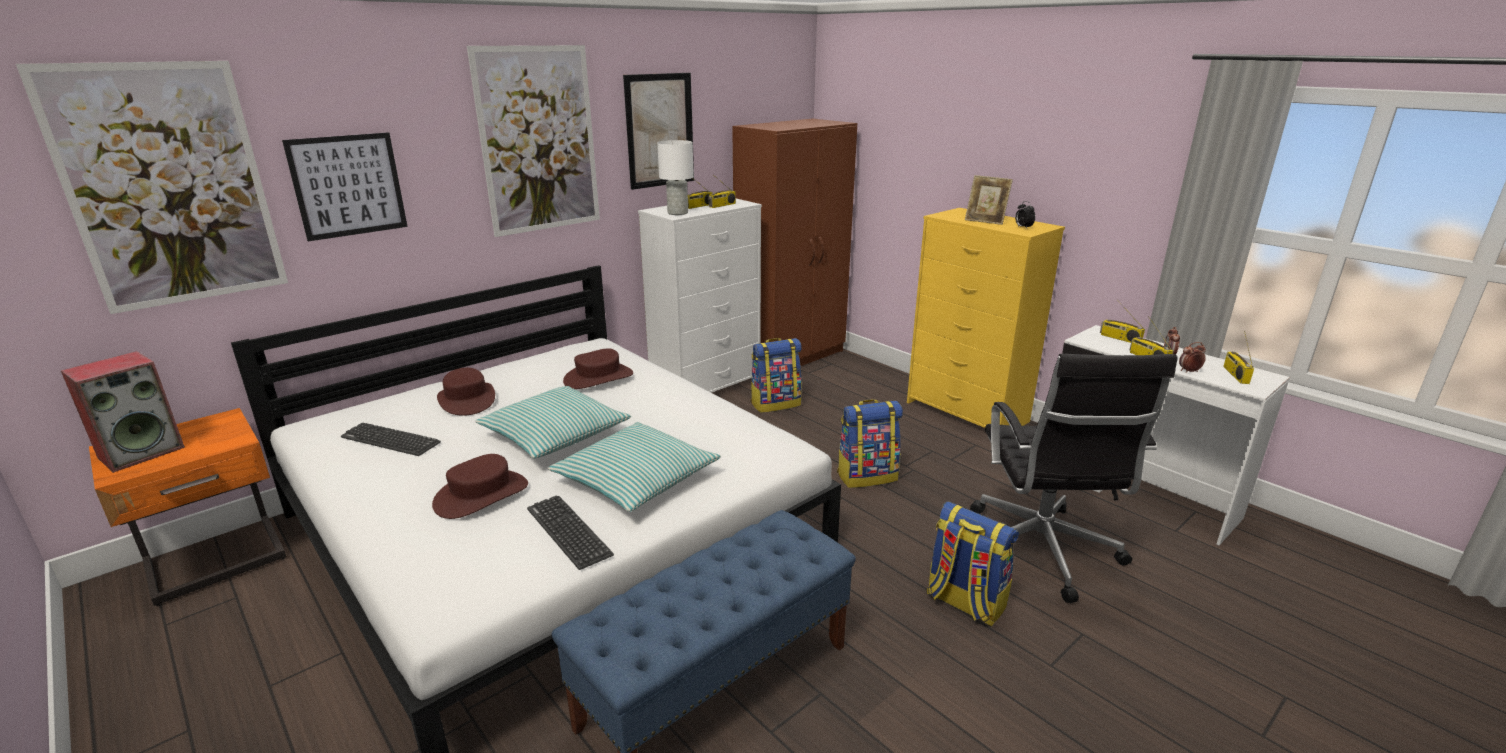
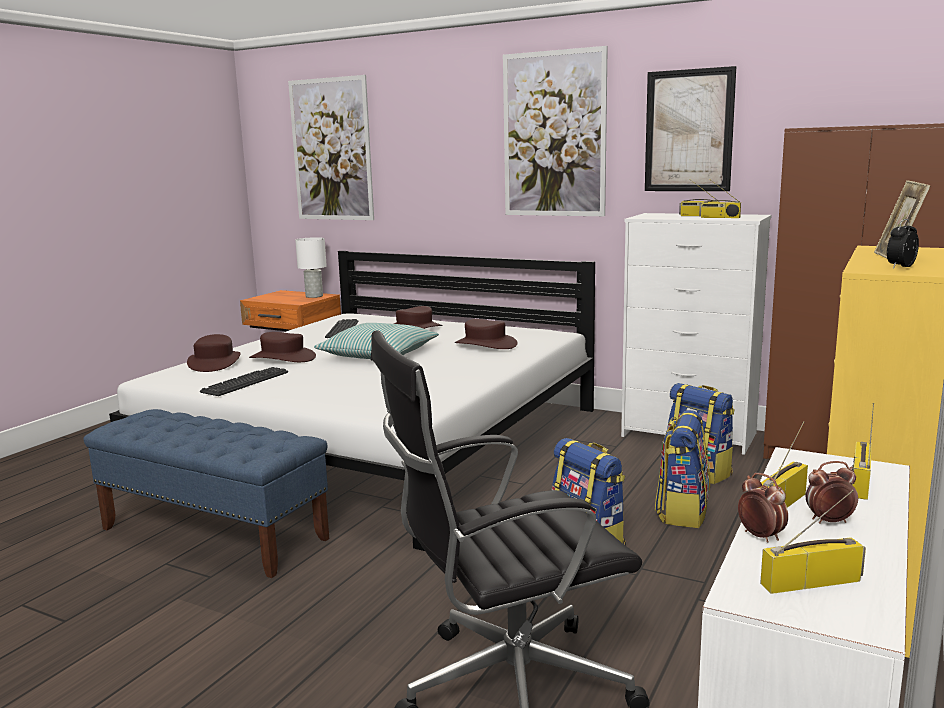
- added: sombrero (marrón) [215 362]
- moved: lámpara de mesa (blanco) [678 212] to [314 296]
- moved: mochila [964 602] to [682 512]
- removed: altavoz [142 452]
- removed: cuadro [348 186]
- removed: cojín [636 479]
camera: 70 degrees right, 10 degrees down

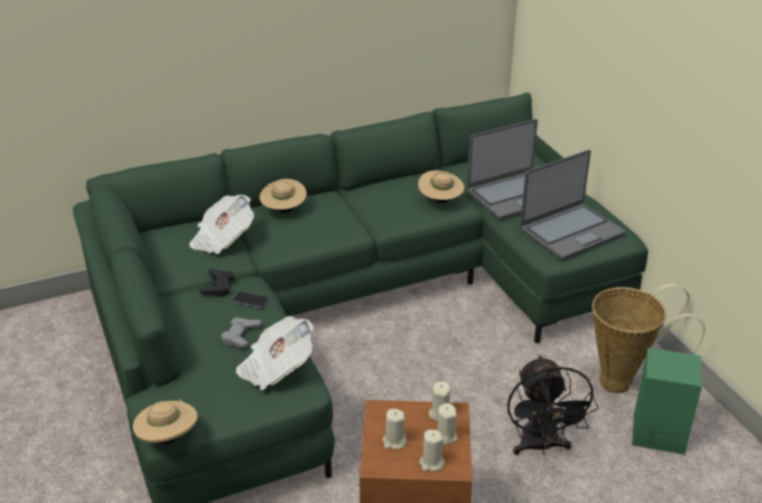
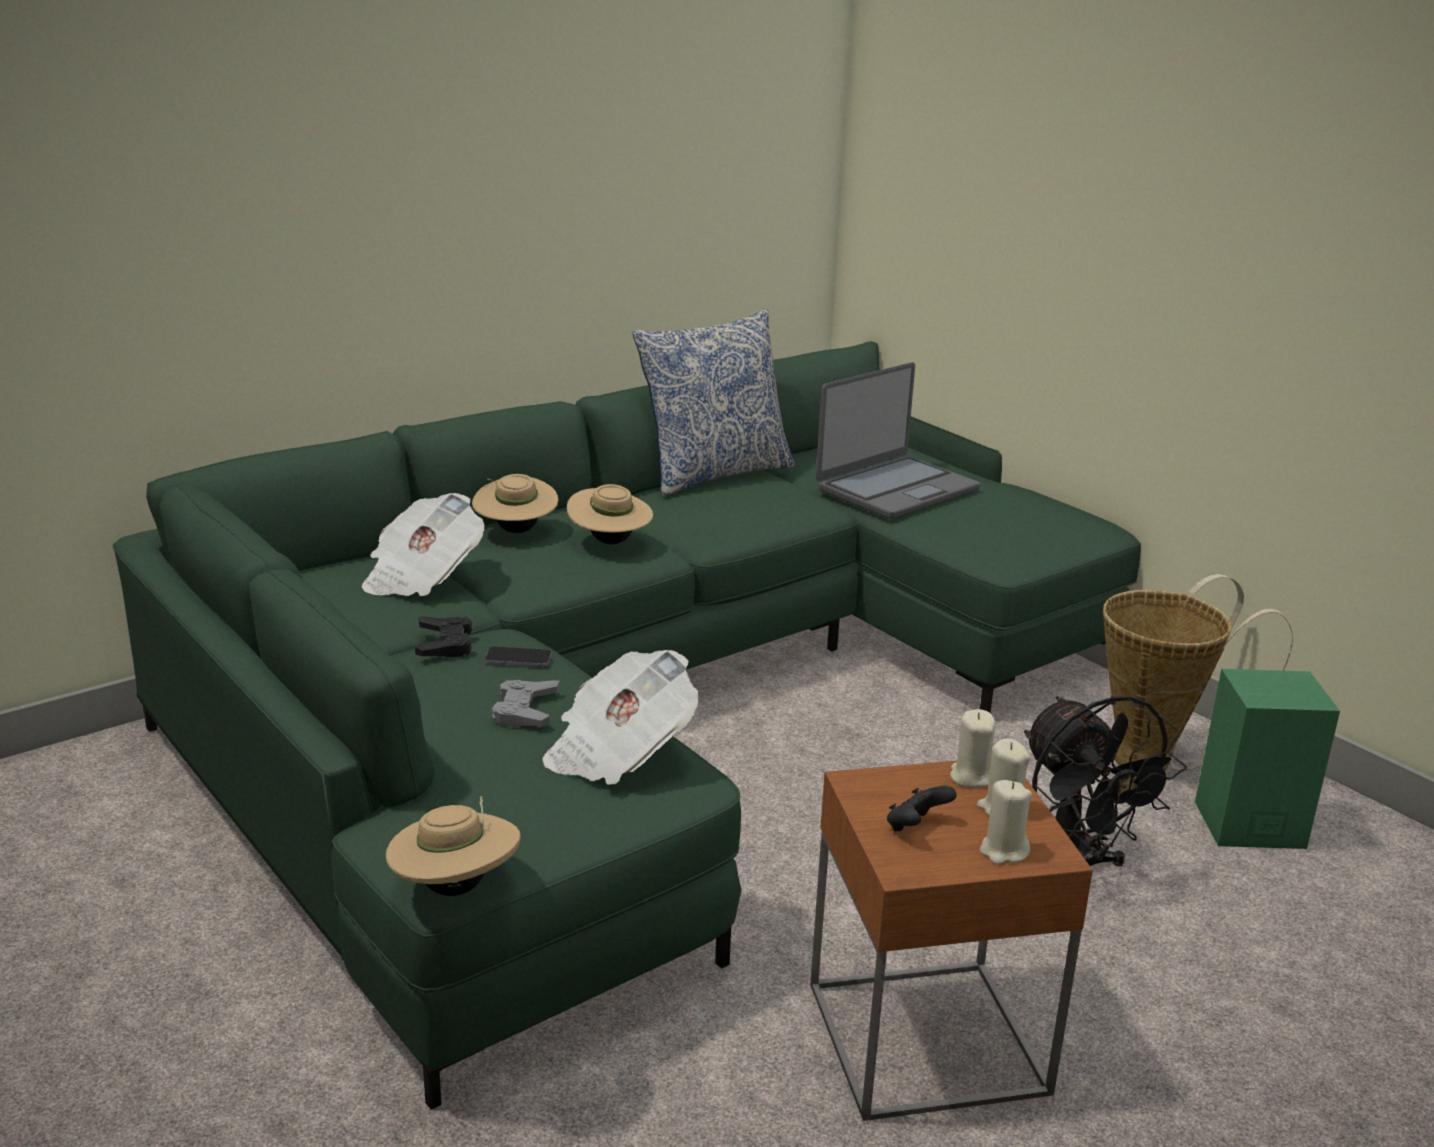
- moved: sombrero (beis) [440 201] to [610 542]
- added: cojín [713 473]
- replaced: vela (beis) [394 441] to mando de consola (negro) [916 827]
- removed: portátil [571 232]
camera: 15 degrees left, 10 degrees down

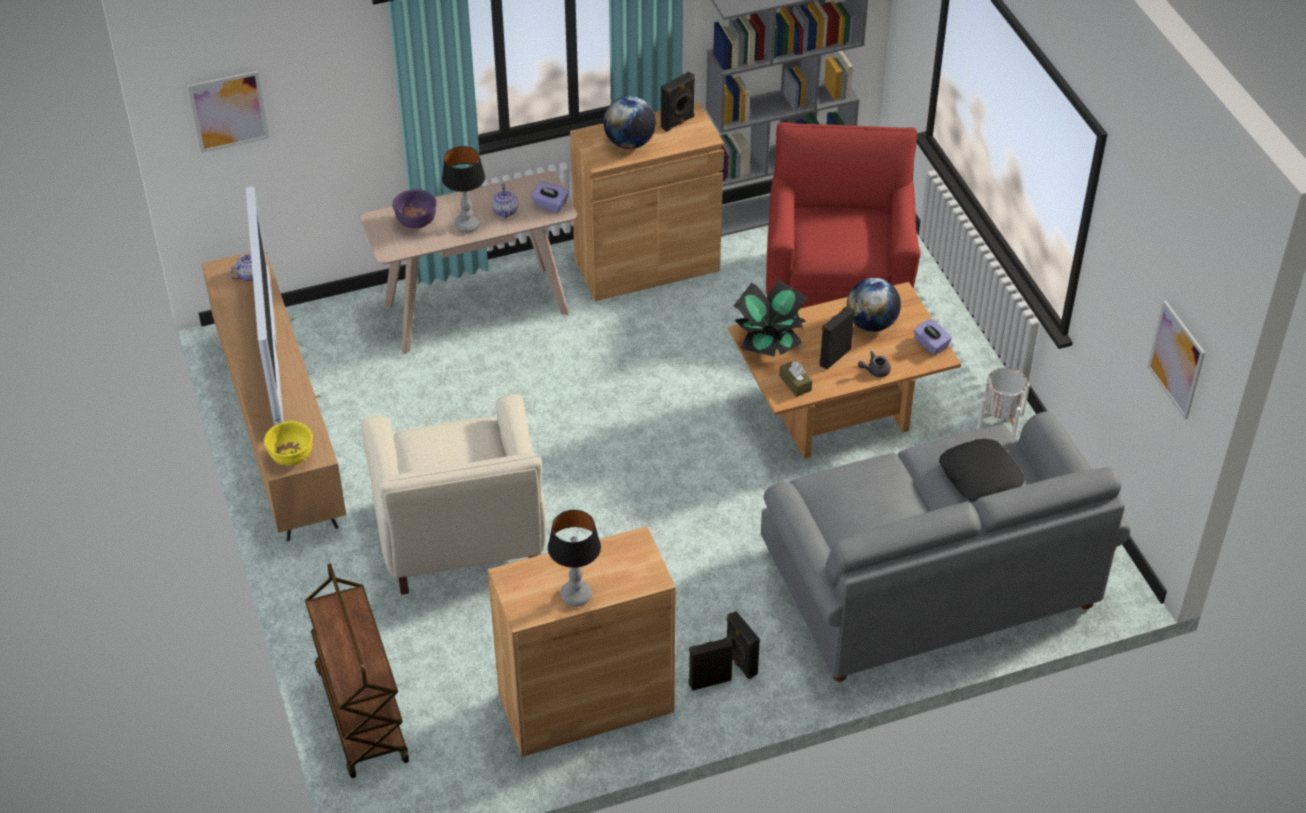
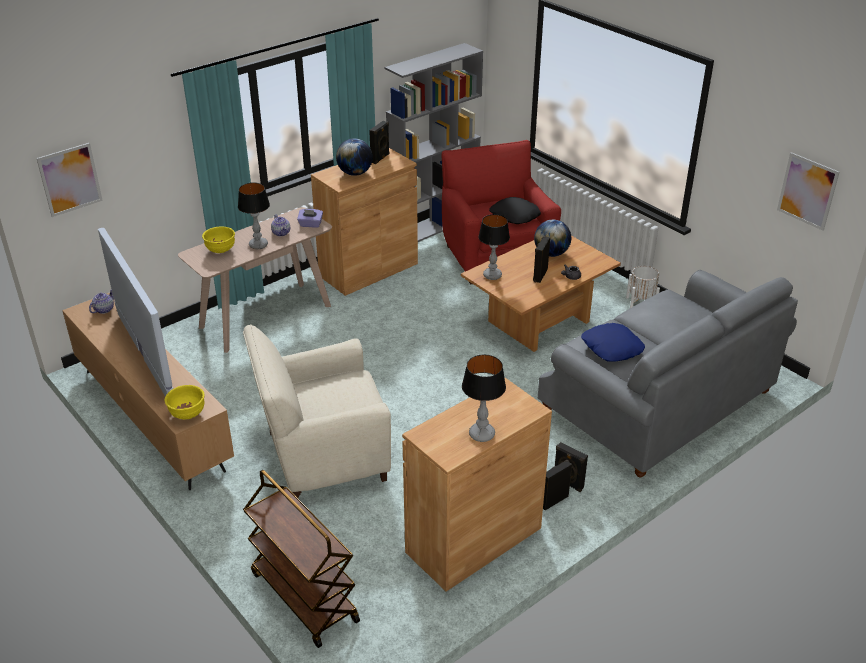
- recoloured: cuenco (morado) [417 222] to cuenco (amarillo) [221 250]
- turned: sillón (beis) [460 539] = [323 456] 105 degrees clockwise
- replaced: planta en maceta [769 341] to lámpara de mesa [492 275]
- moved: cojín (negro) [980 477] to [515 216]
- added: cojín (azul) [611 348]
- removed: caja de pañuelos (marrón) [795 383]
- removed: caja de pañuelos (morado) [930 345]
camera: 20 degrees left, 10 degrees down

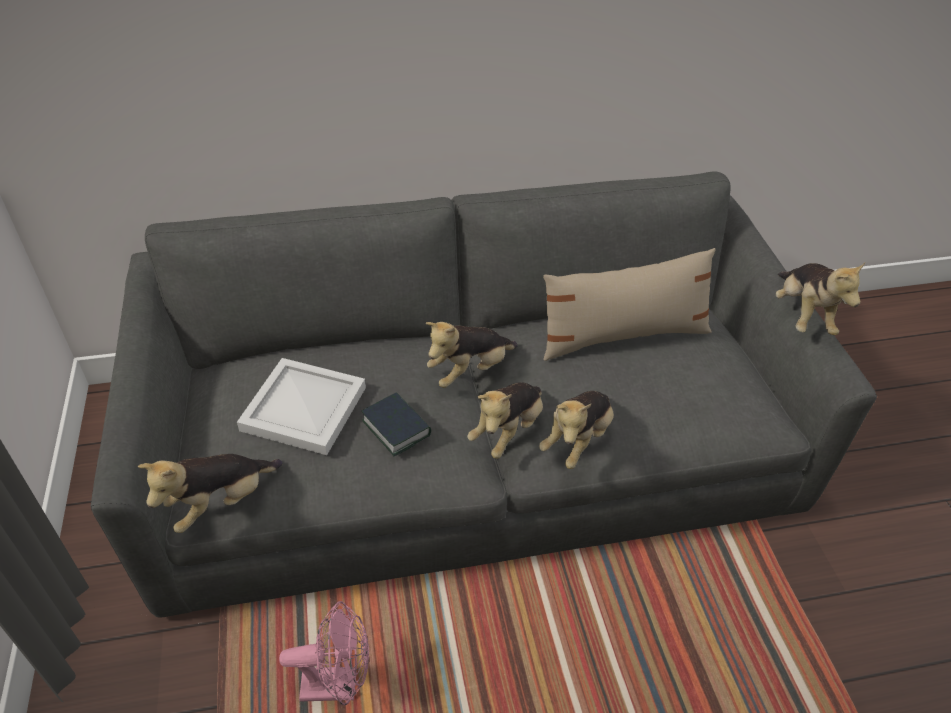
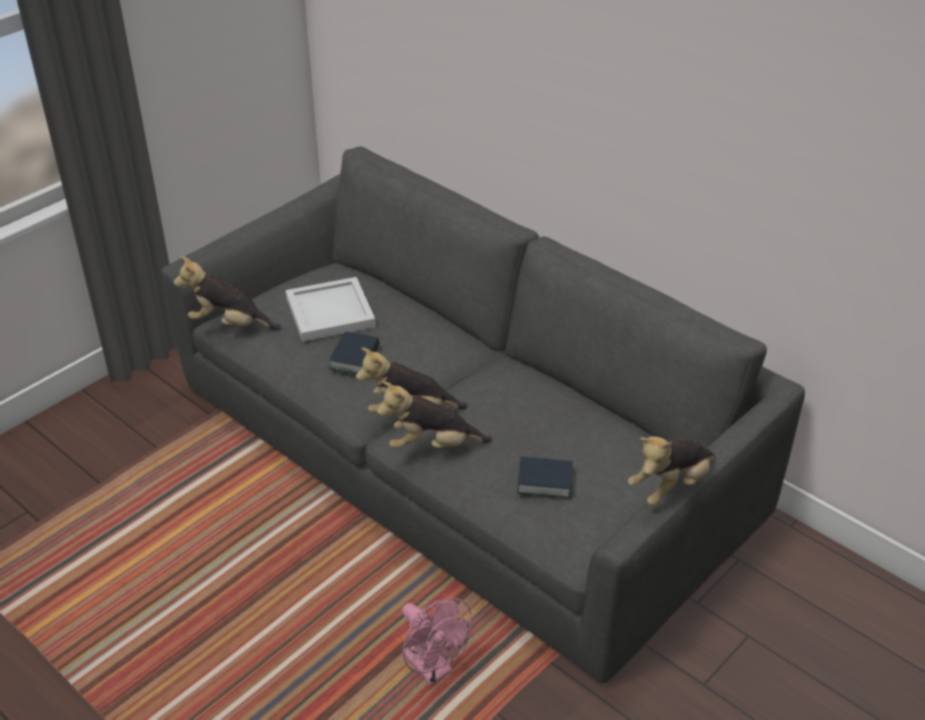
- moved: ventilador (rosa) [338 685] to [433 669]
- added: libro [544 481]
- removed: peluche [469 371]
- removed: cojín (beis) [623 336]
camera: 55 degrees right, 5 degrees down

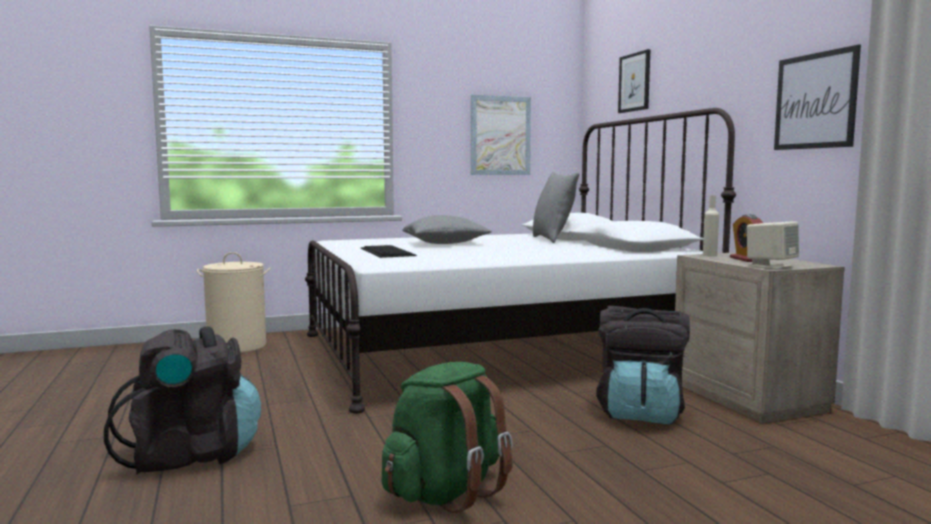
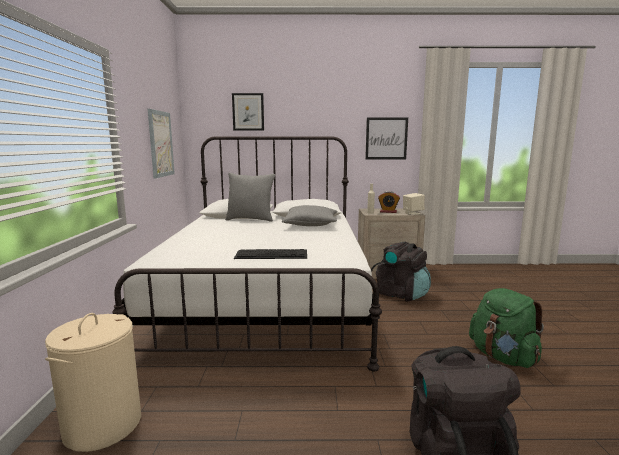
- moved: cojín (gris) [445 243] to [311 224]
camera: 70 degrees left, 5 degrees up

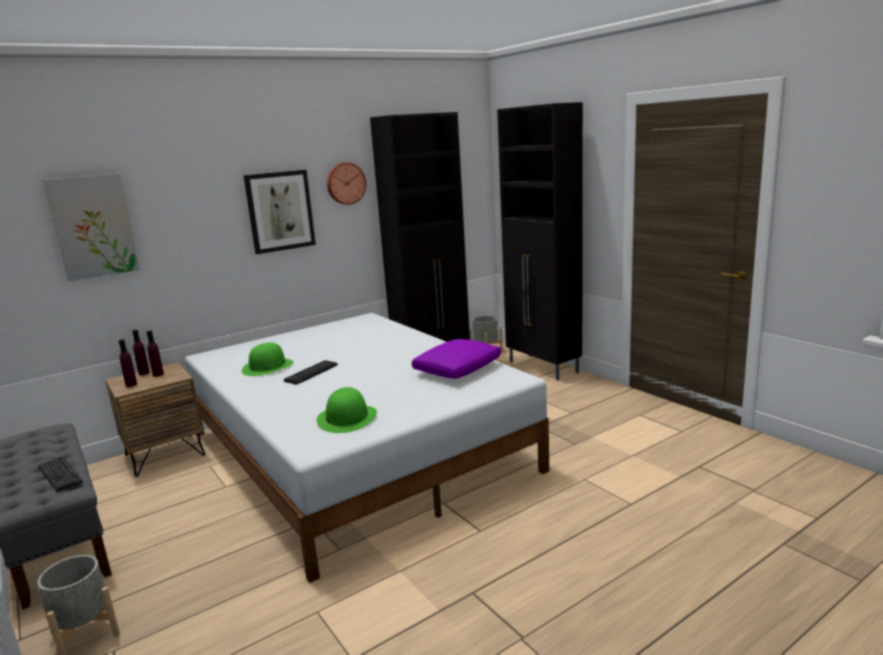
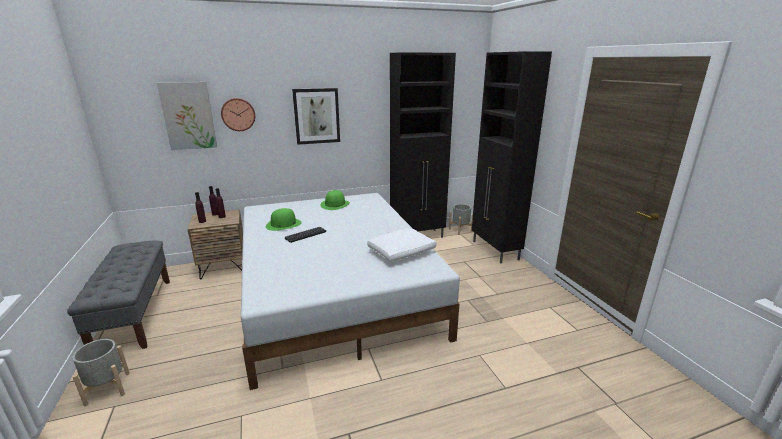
- moved: reloj de pared [345 183] to [238 114]
- moved: sombrero (verde) [347 418] to [335 204]
- recoloured: cojín (morado) [458 369] to cojín (blanco) [402 252]
- removed: teclado [60 474]
camera: 15 degrees right, 5 degrees up

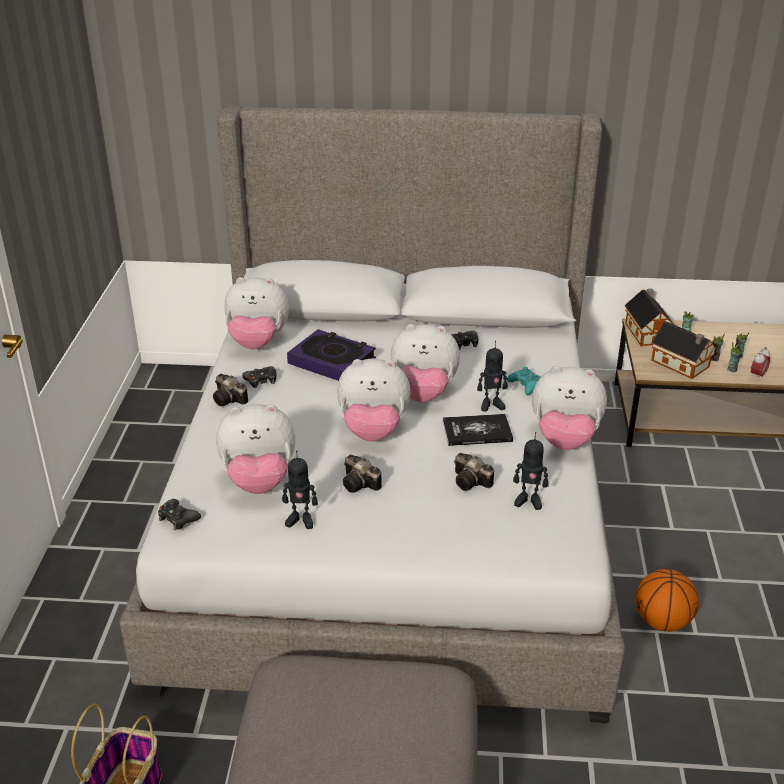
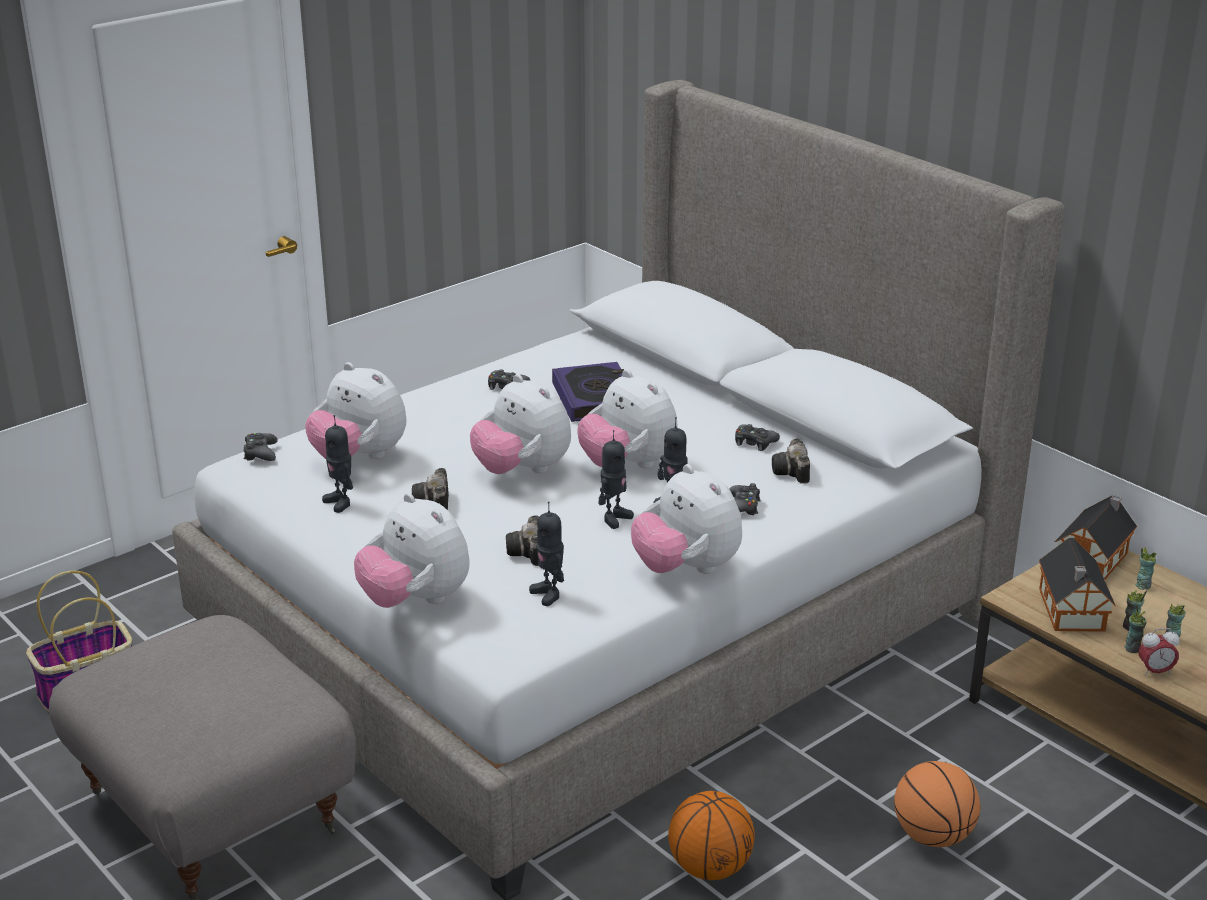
- moved: peluche [257 342] to [415 600]
- replaced: libro [477 431] to robot de juguete [614 518]
- recoloured: mando de consola (turquesa) [525 385] to mando de consola (negro) [742 506]
- moved: cámara [230 400] to [792 473]
- added: balón de baloncesto [933 836]
camera: 45 degrees right, 5 degrees down

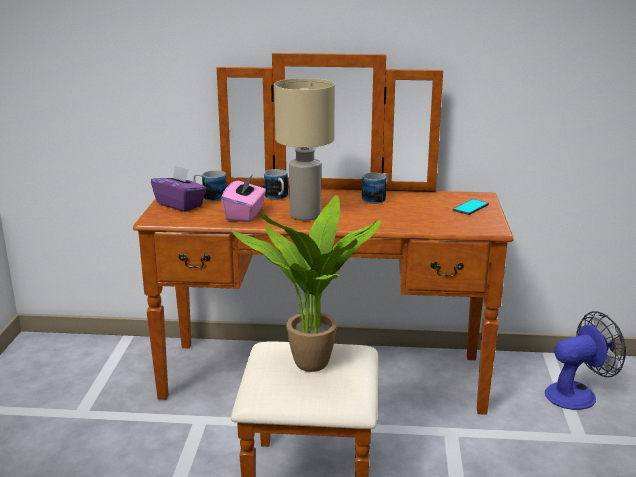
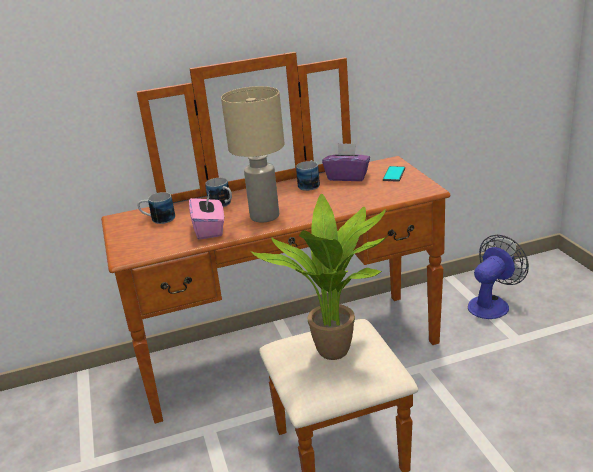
- moved: caja de pañuelos (morado) [180 205] to [347 177]
camera: 20 degrees left, 5 degrees up

